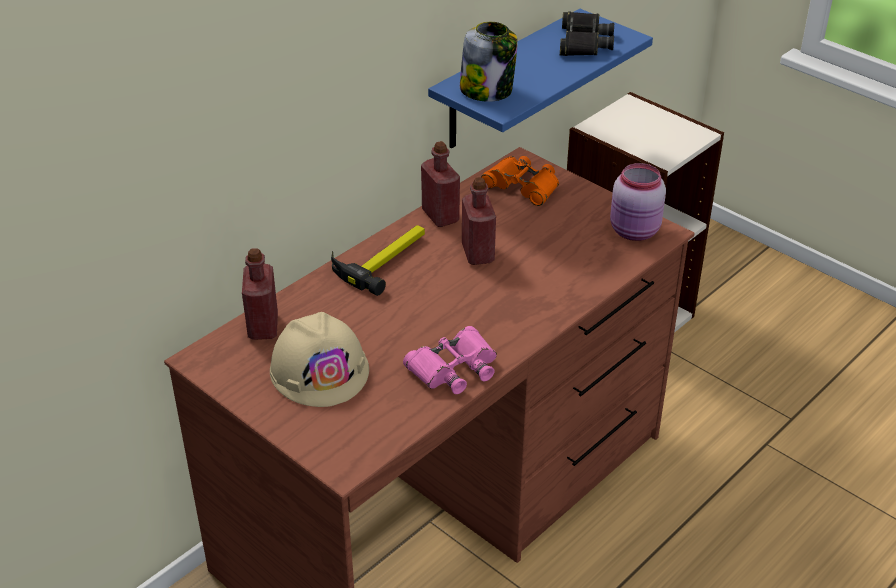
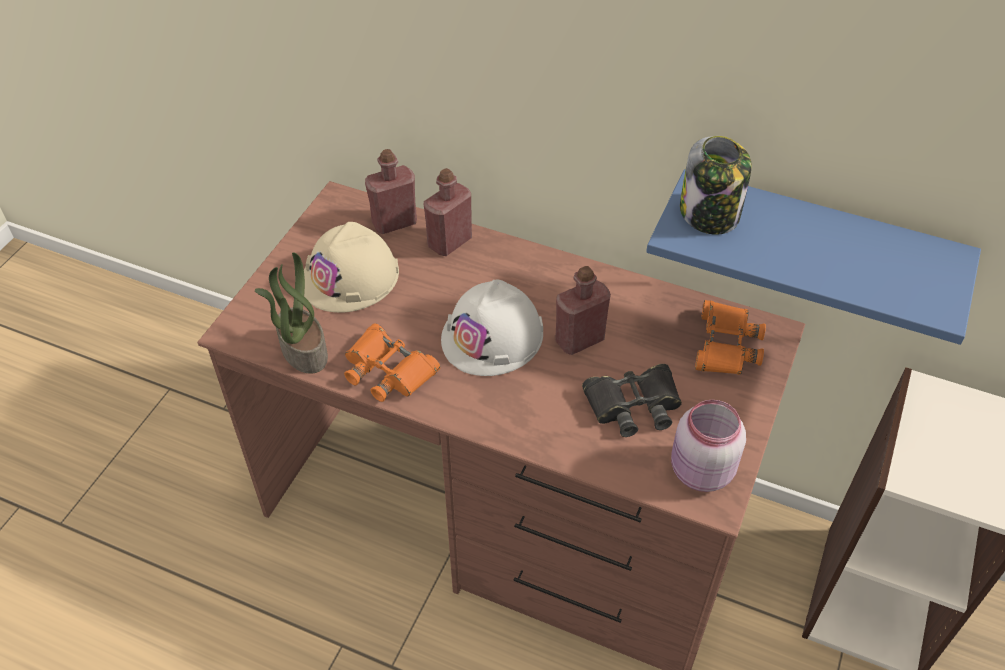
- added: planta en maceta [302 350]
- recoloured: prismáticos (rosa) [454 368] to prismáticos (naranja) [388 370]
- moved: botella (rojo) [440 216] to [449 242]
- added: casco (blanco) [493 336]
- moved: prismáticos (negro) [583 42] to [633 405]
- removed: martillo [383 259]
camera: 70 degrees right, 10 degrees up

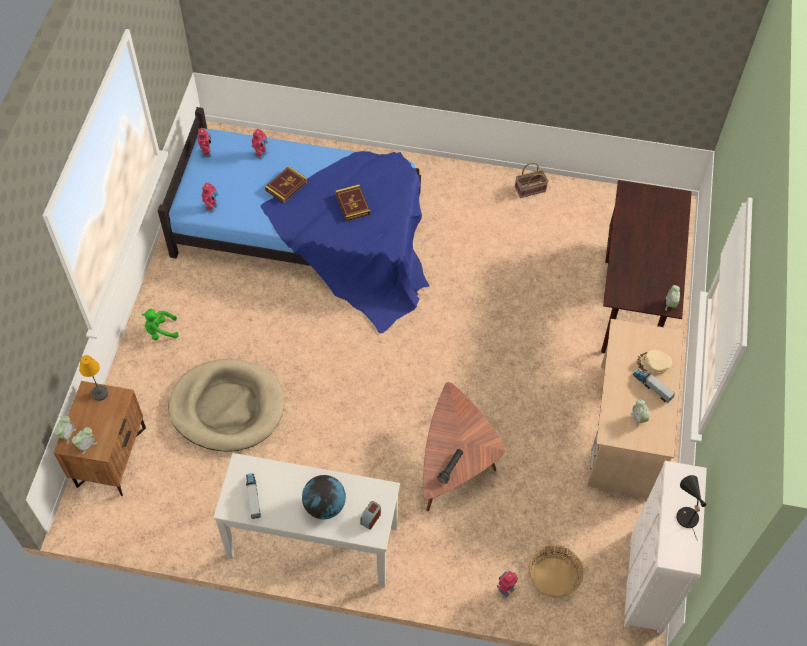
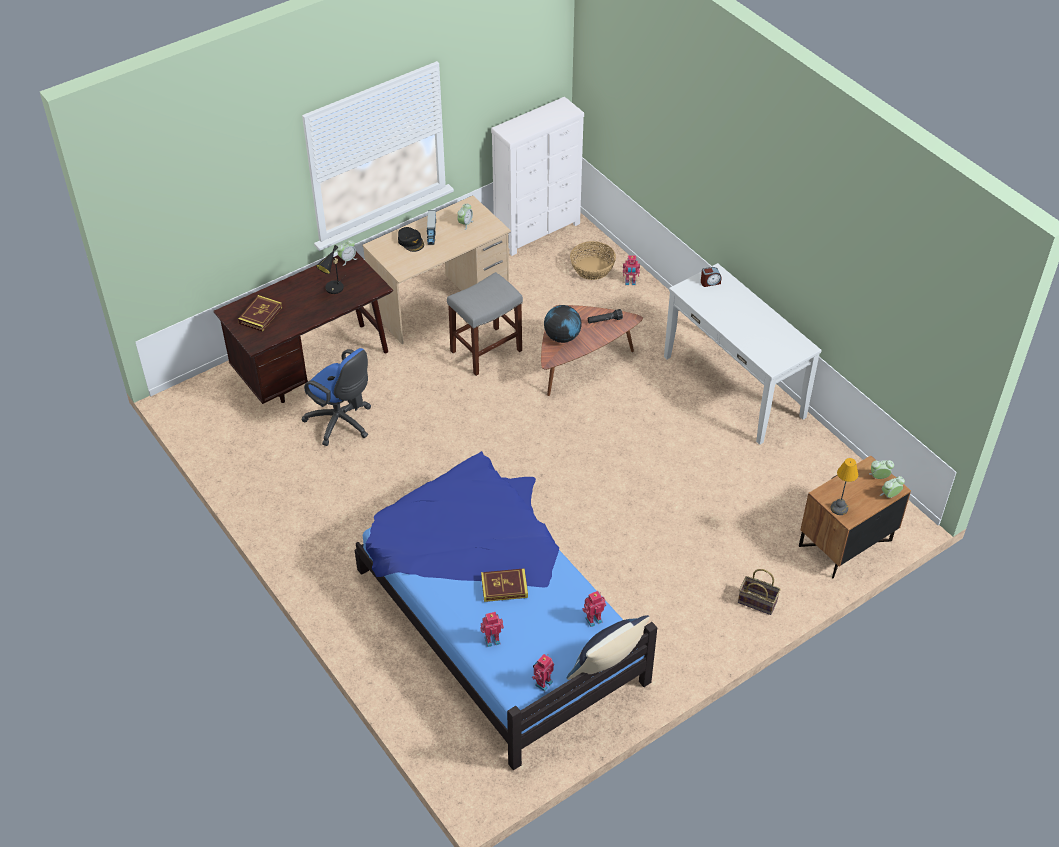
- moved: libro [352 204] to [260 315]
- added: silla de oficina (azul) [342 423]
- moved: lámpara de mesa (negro) [685 514] to [333 290]
- recoloured: gorra (beis) [653 363] to gorra (negro) [411 241]
- added: taburete (gris) [485 351]
- moved: globo terráqueo [324 506] to [562 337]
- added: cojín (azul) [607 667]
- moved: cesta [529 190] to [758 601]
- removed: peluche (verde) [161 331]
- removed: cama para perro (beis) [227 407]
- removed: camión de juguete [253 497]
camera: 135 degrees left, 10 degrees down

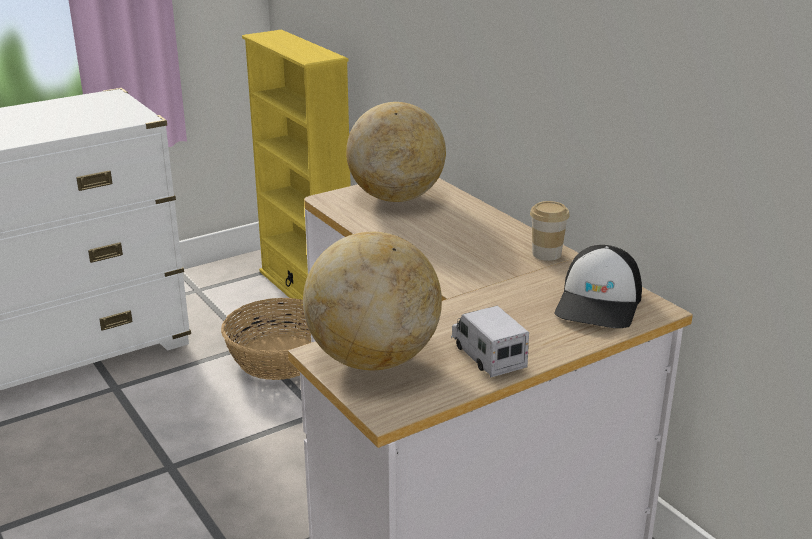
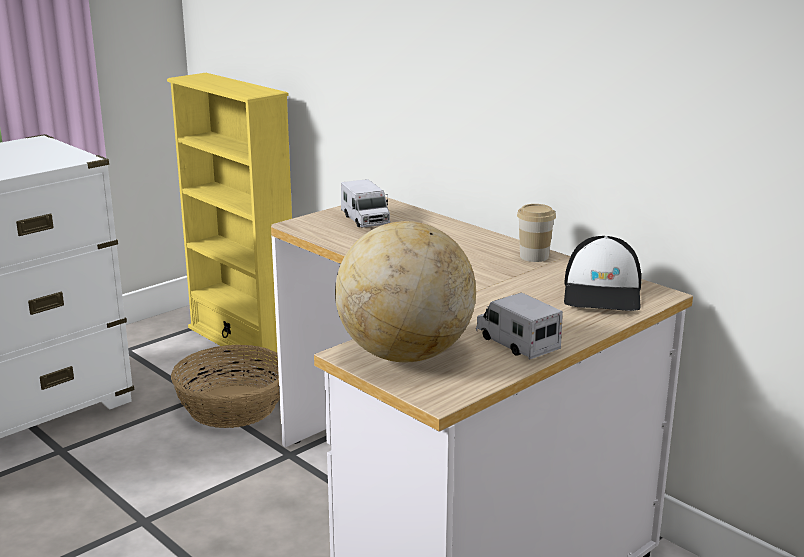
- replaced: globo terráqueo [396 198] to camión de juguete [365 220]
camera: 10 degrees left, 5 degrees down

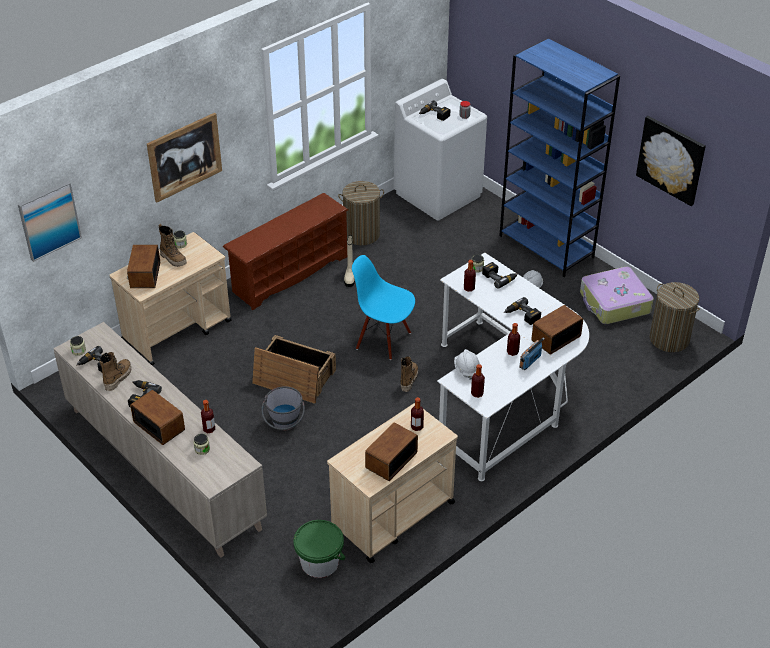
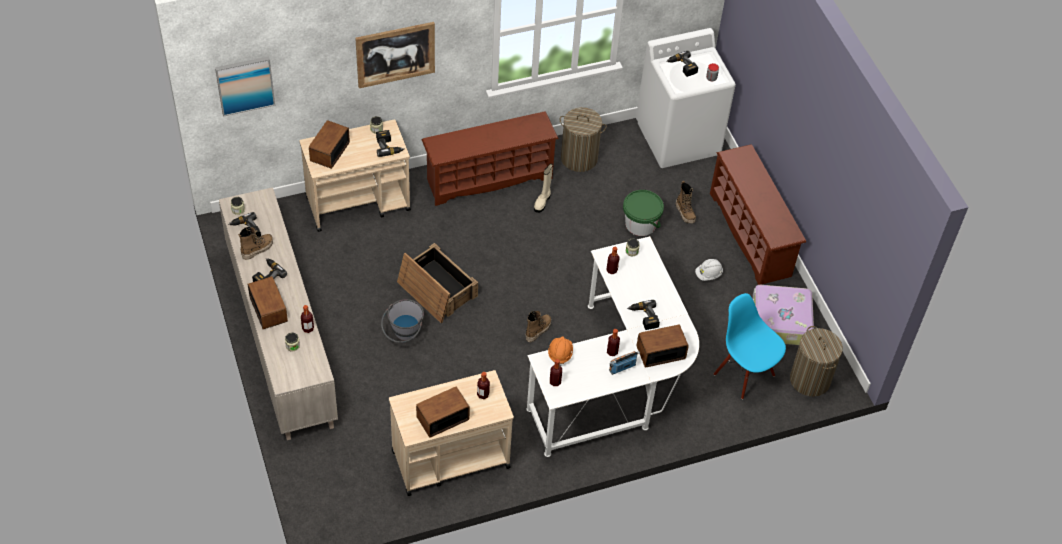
- moved: taladro [499 277] to [389 146]
- recoloured: casco (blanco) [466 369] to casco (naranja) [560 354]
- moved: cubo (verde) [319 562] to [640 224]
- moved: bota [173 259] to [685 213]
- replaced: estantería (azul) [547 246] to zapatero (marrón) [751 235]
- moved: silla (azul) [383 340] to [744 374]
- removed: cuadro [671 160]
camera: 20 degrees right, 10 degrees up

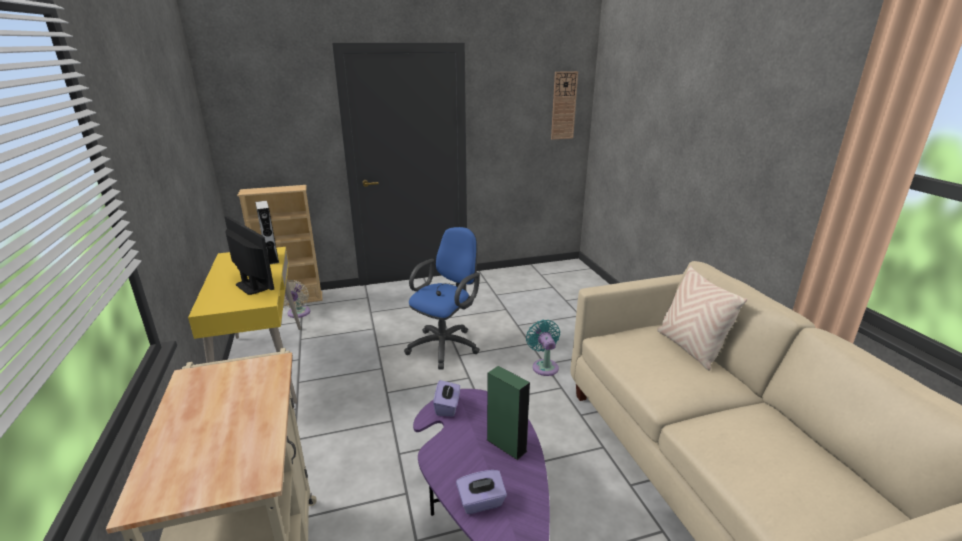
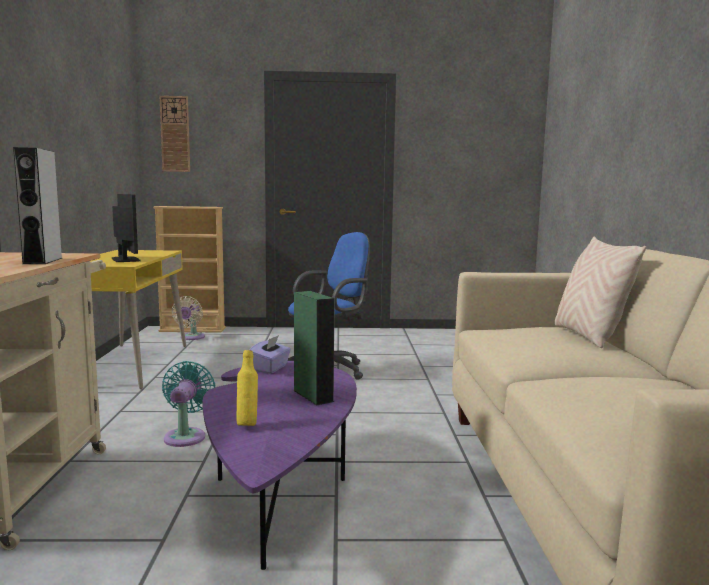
- moved: altavoz (gris) [272 258] to [43 261]
- moved: reloj de pared [563 105] to [175 134]
- moved: ventilador (turquesa) [544 366] to [186 436]
- replaced: caja de pañuelos (morado) [481 502] to botella (amarillo) [247 424]
camera: 15 degrees right, 15 degrees down

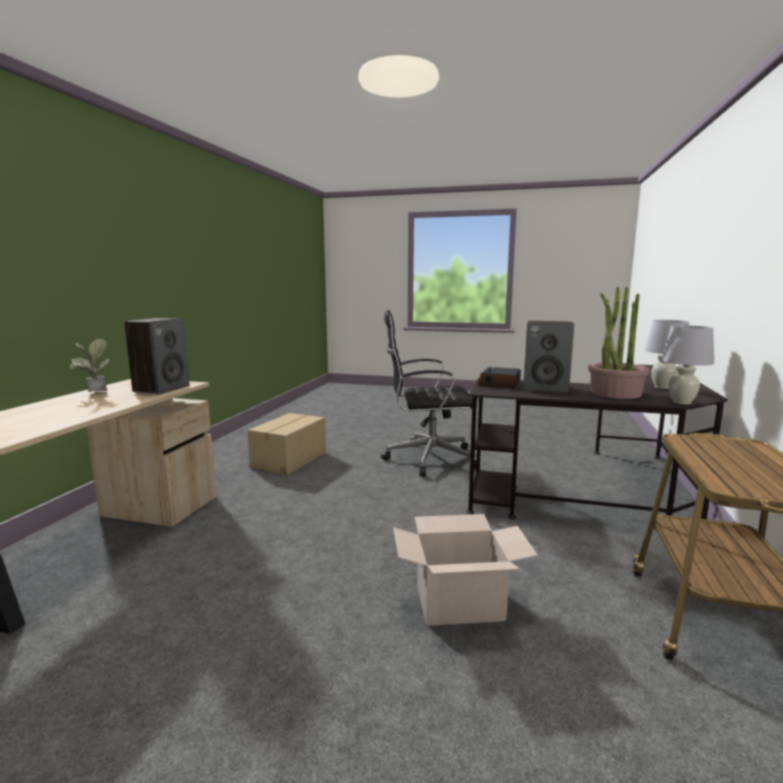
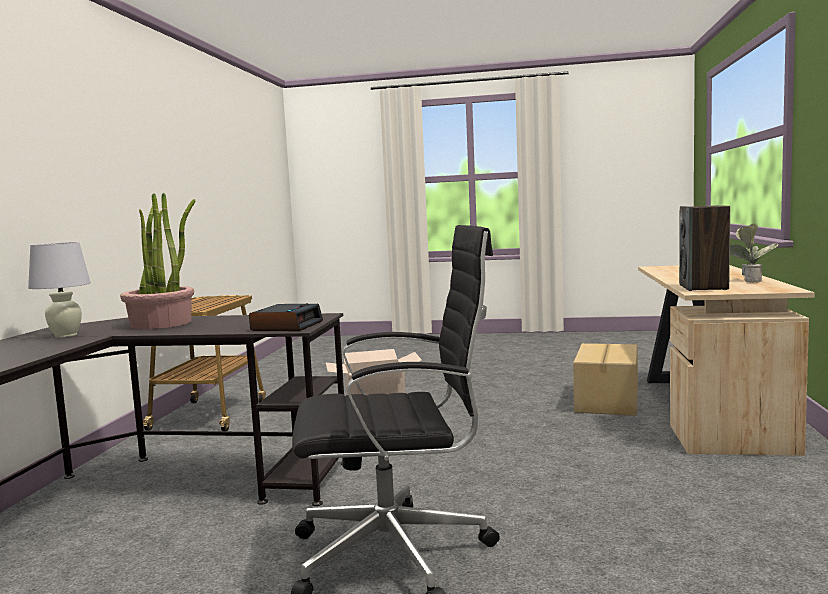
- moved: caja de cartón [290 460] to [606 401]
- removed: altavoz [546 388]
- removed: lámpara de mesa (blanco) [682 402]
camera: 175 degrees right, 5 degrees down

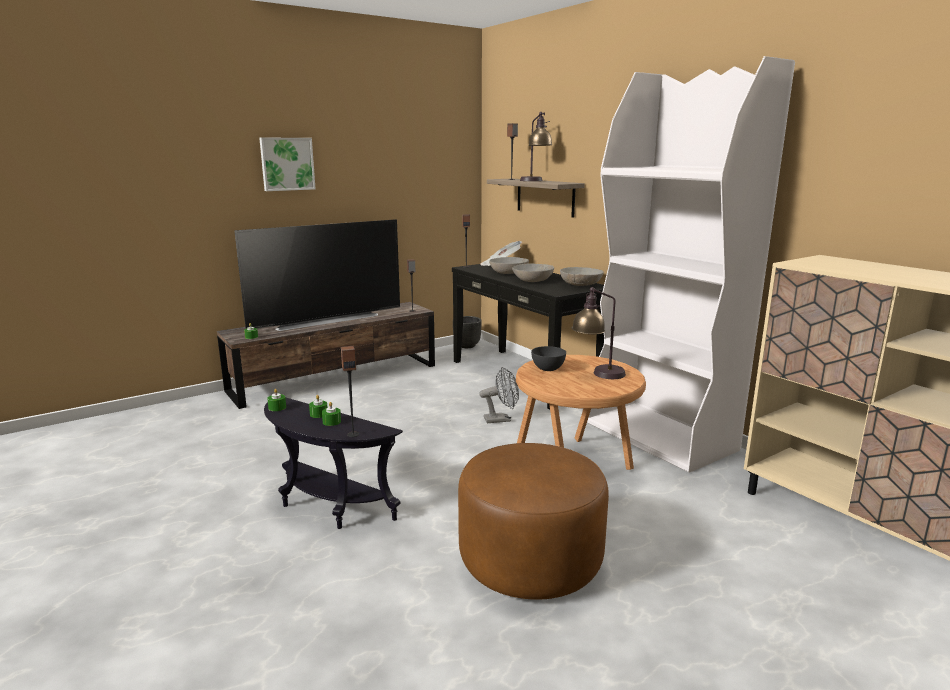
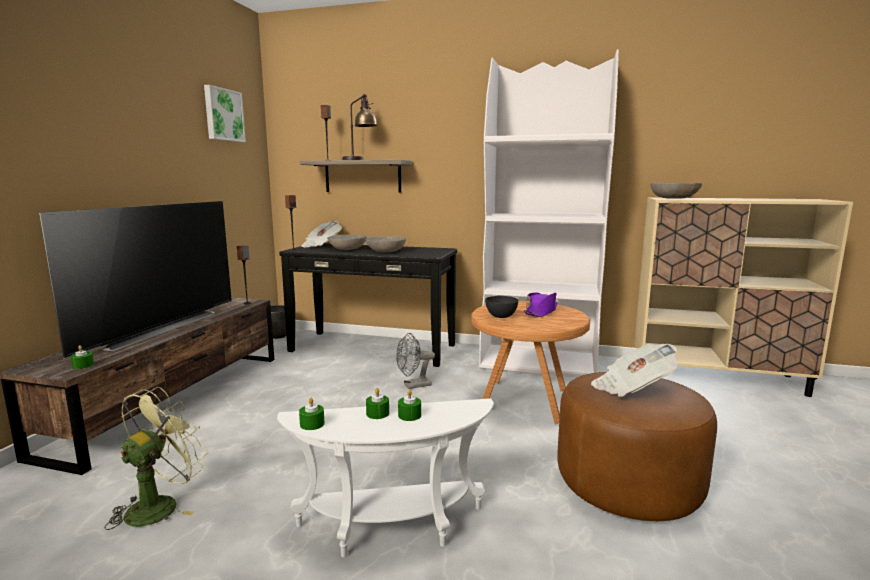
- added: ventilador (verde) [160 505]
- moved: cuadro [287 164] to [223 115]
- recoloured: mesa auxiliar (negro) [326 506] to mesa auxiliar (blanco) [392 531]
- turned: ventilador (gris) [501 419] = [413 386] 150 degrees counterclockwise
- replaced: lámpara de mesa [597 374] to sombrero (morado) [541 312]
- added: periódico [632 388]
- moved: cuenco (gris) [581 284] to [674 198]
- removed: altavoz [353 434]
camera: 40 degrees left, 5 degrees down

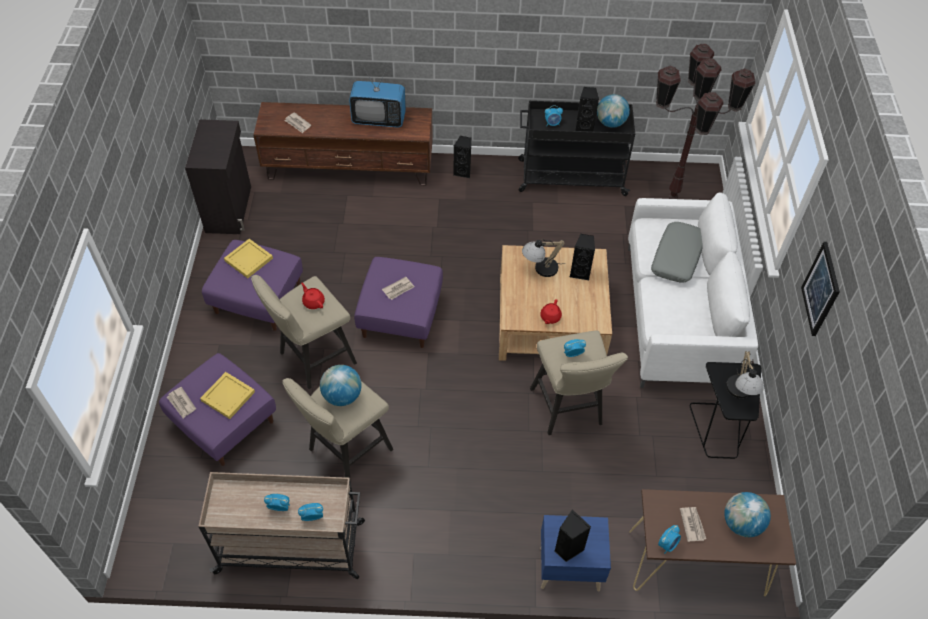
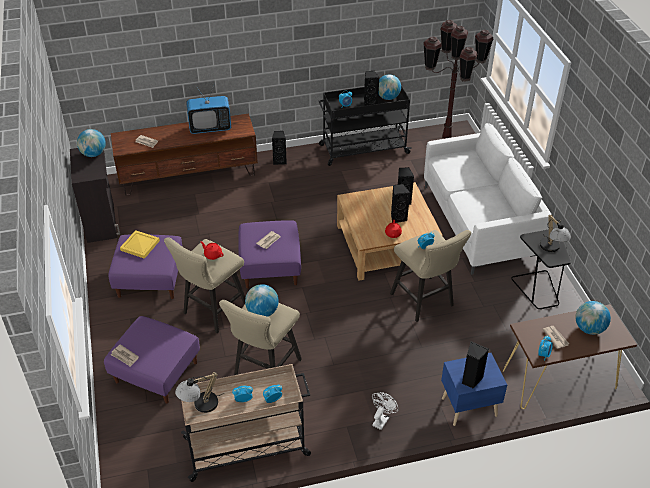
- added: globo terráqueo [93 154]
- moved: lámpara de mesa [540 269] to [200 406]
- added: ventilador (blanco) [382 419]
- added: altavoz (negro) [398 217]
- removed: bandeja (amarillo) [228 395]
- removed: cojín (gris) [677 257]
- removed: cuadro [821 289]
camera: 15 degrees left, 10 degrees down

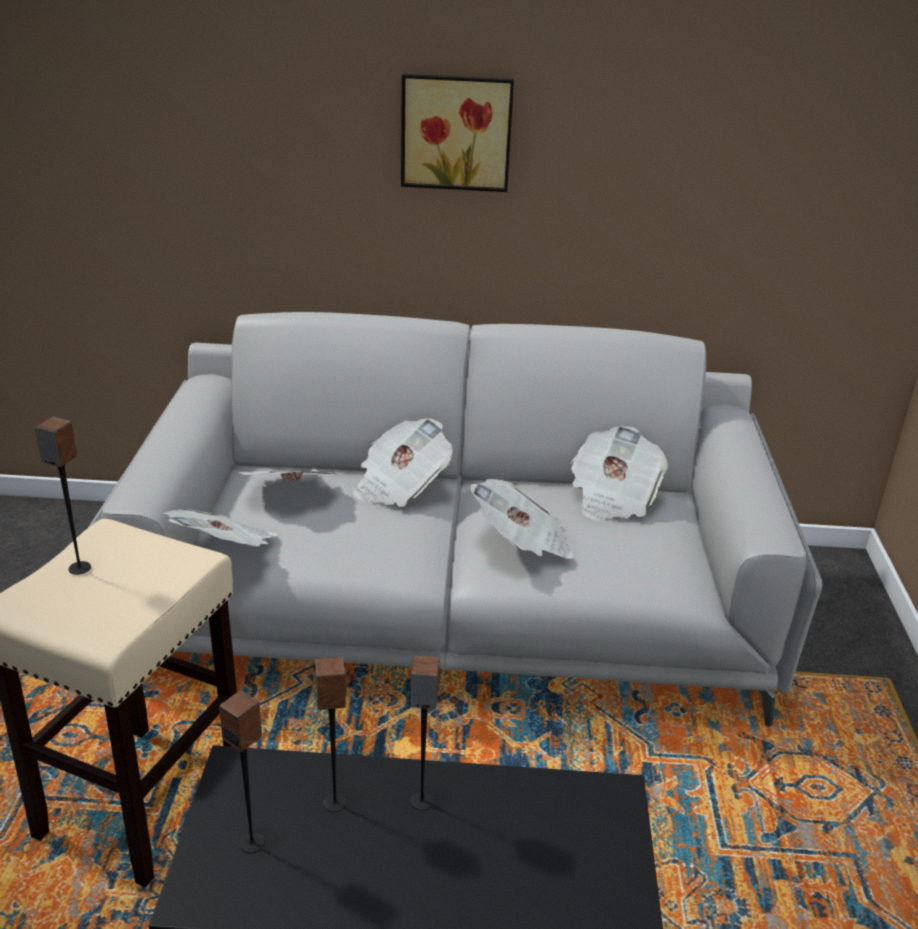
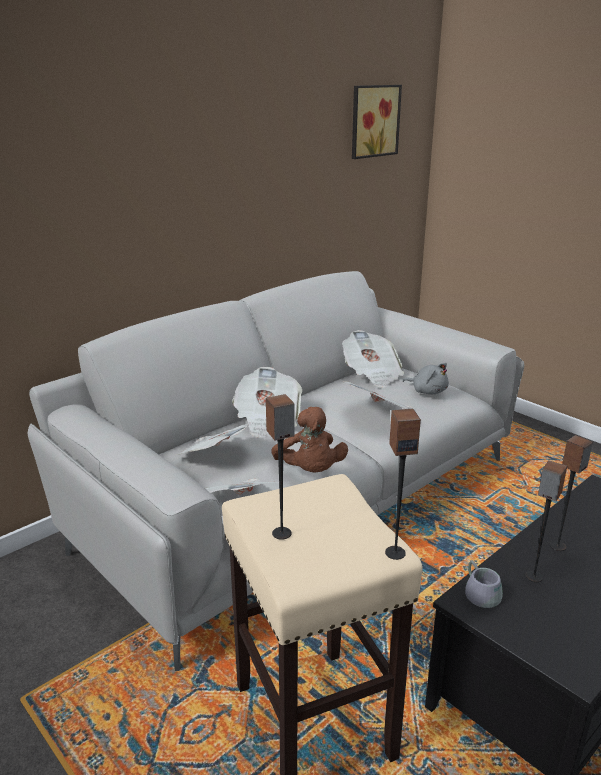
- added: peluche (marrón) [310 471]
- moved: cuadro [456 132] to [373 121]
- moved: altavoz [252 843] to [395 552]
- added: peluche (gris) [427 391]
- added: taza grande (gris) [483 591]
camera: 45 degrees left, 5 degrees down

